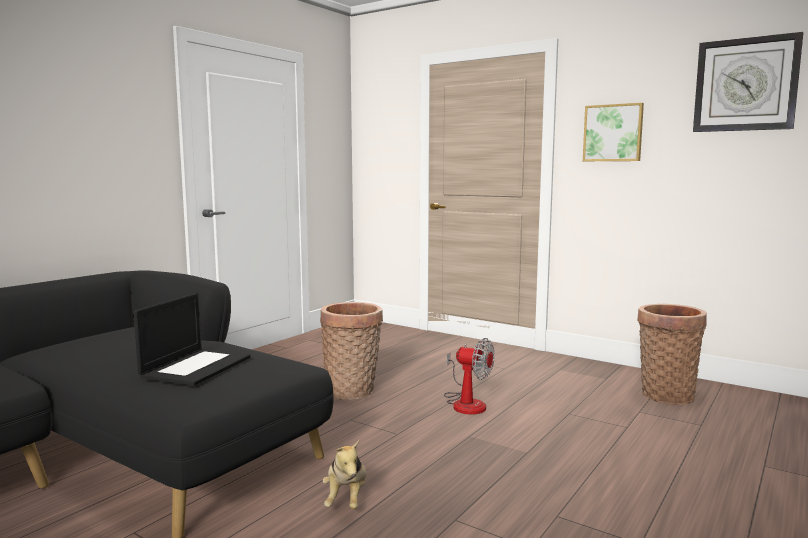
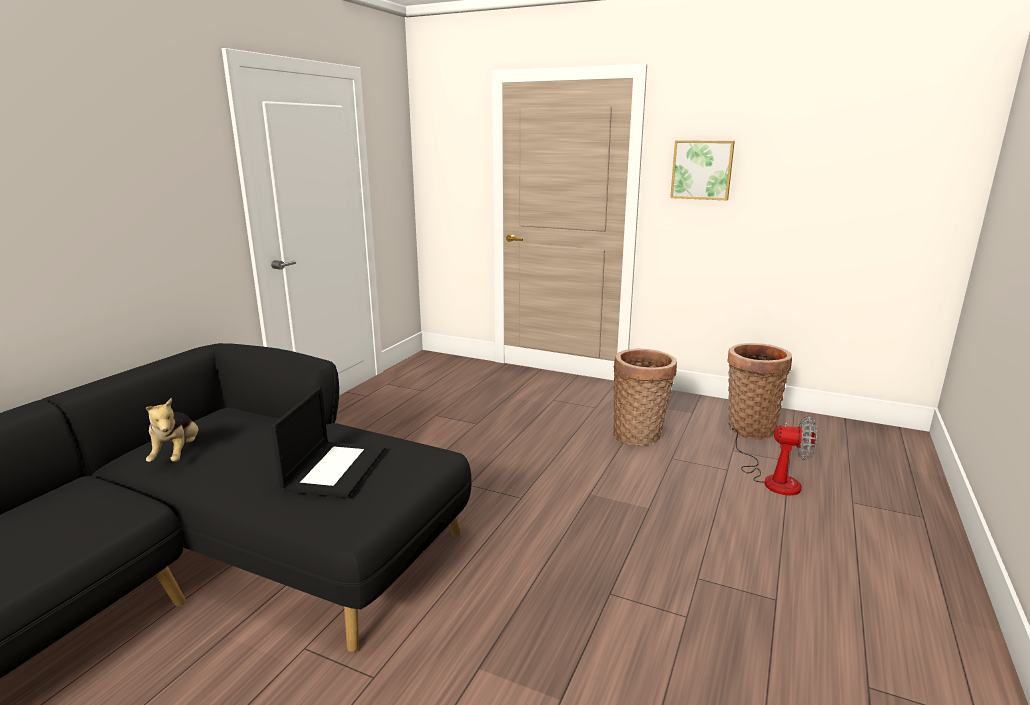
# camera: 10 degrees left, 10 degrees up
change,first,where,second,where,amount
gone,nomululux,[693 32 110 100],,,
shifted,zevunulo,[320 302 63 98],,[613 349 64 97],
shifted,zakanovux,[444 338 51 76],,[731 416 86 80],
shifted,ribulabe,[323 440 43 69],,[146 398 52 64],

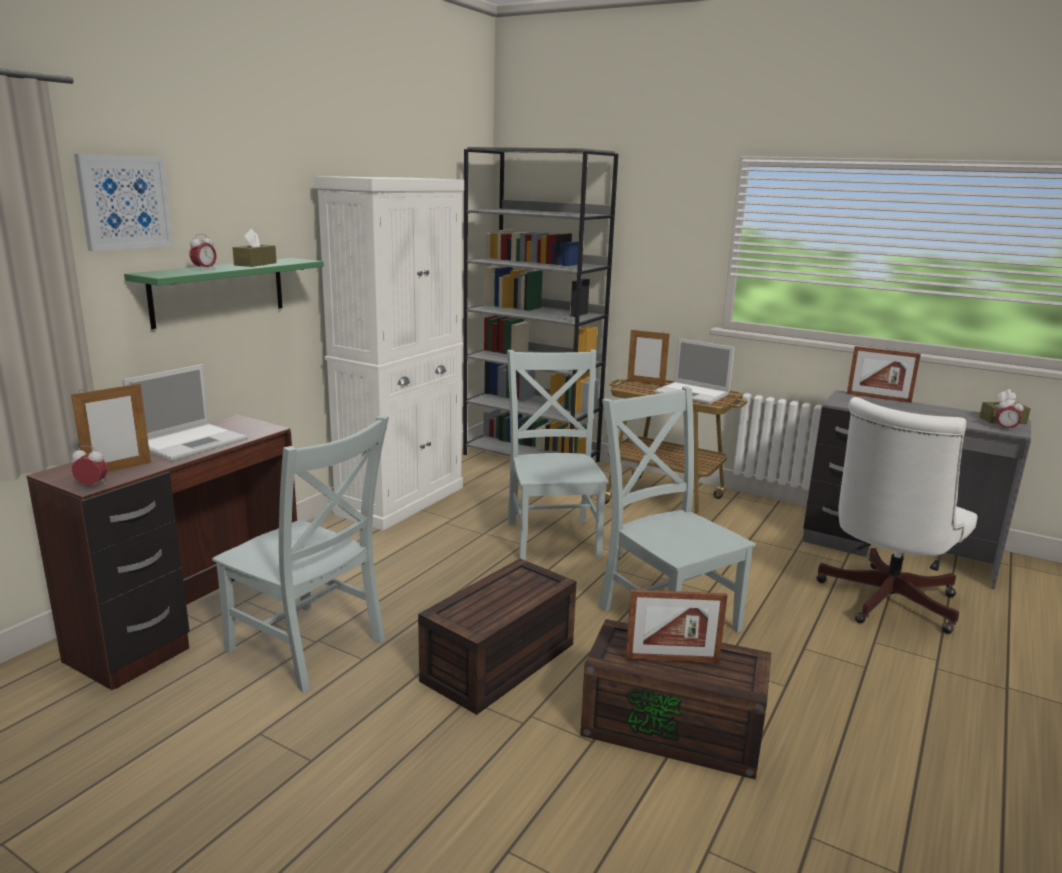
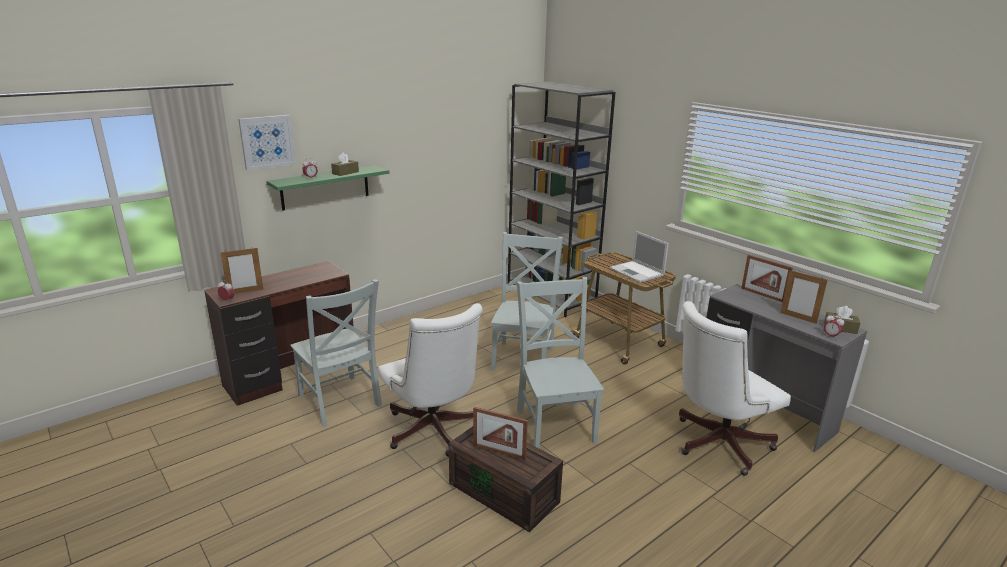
# camera: 20 degrees right, 5 degrees up
change,first,where,second,where,amount
gone,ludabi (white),[314 176 150 354],,,
shifted,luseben,[627 330 43 55],,[780 270 47 54],
gone,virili,[122 364 126 97],,,
swapped,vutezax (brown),[418 559 159 156],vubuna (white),[378 303 105 154],

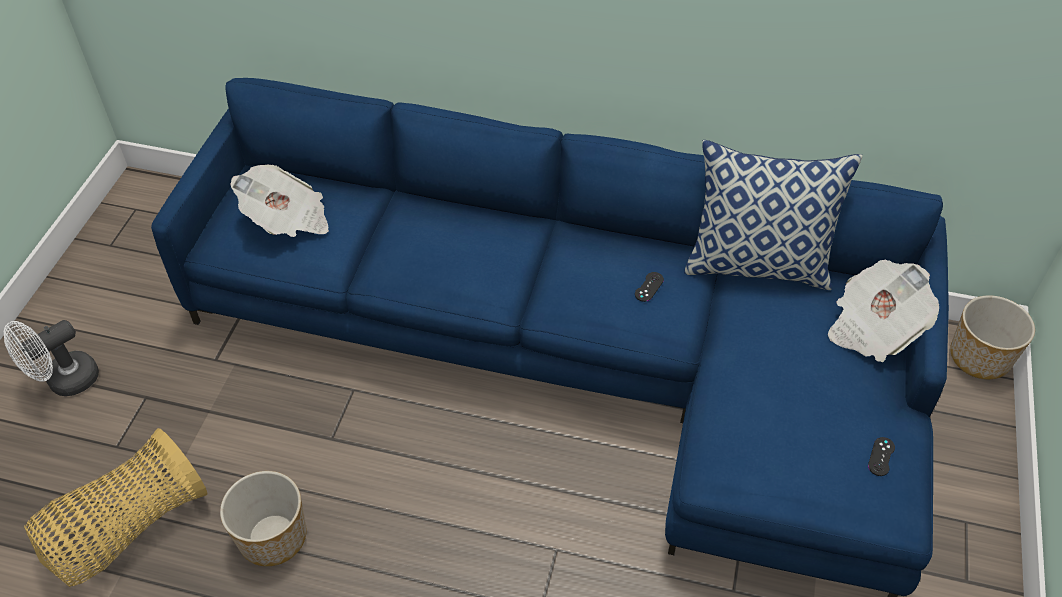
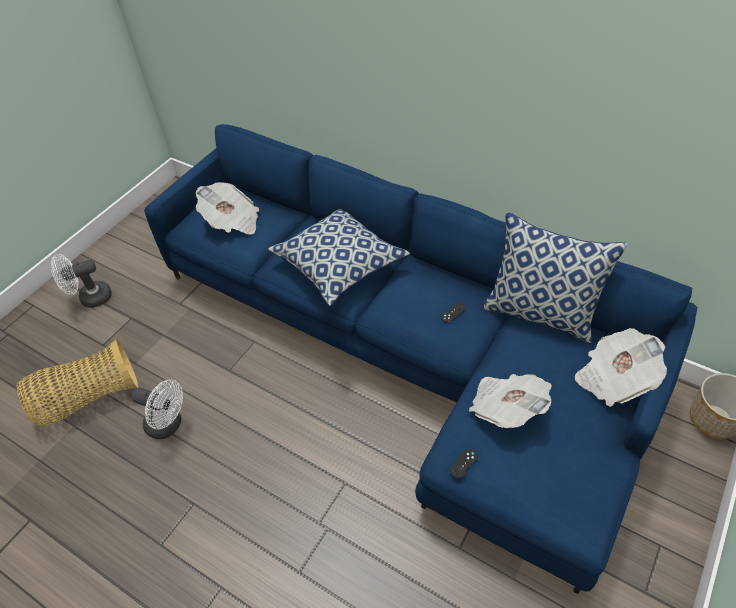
# camera: 20 degrees right, 0 degrees up
change,first,where,second,where,amount
shifted,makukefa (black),[868 437 27 39],,[450 449 28 29],
swapped,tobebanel,[220 471 87 95],zakanovux (white),[132 379 51 60],
new,,,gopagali,[267 209 143 97],
new,,,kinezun,[469 374 83 54],

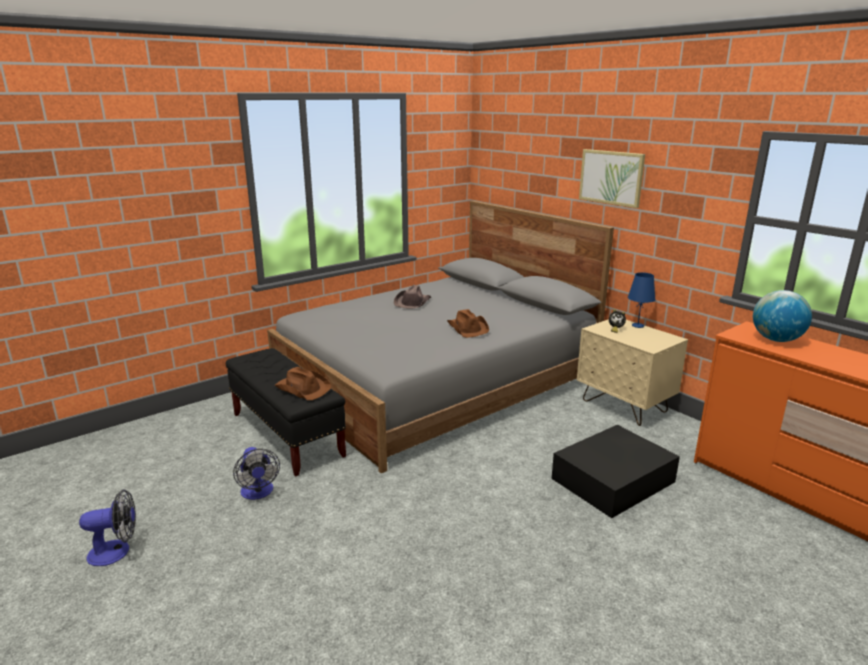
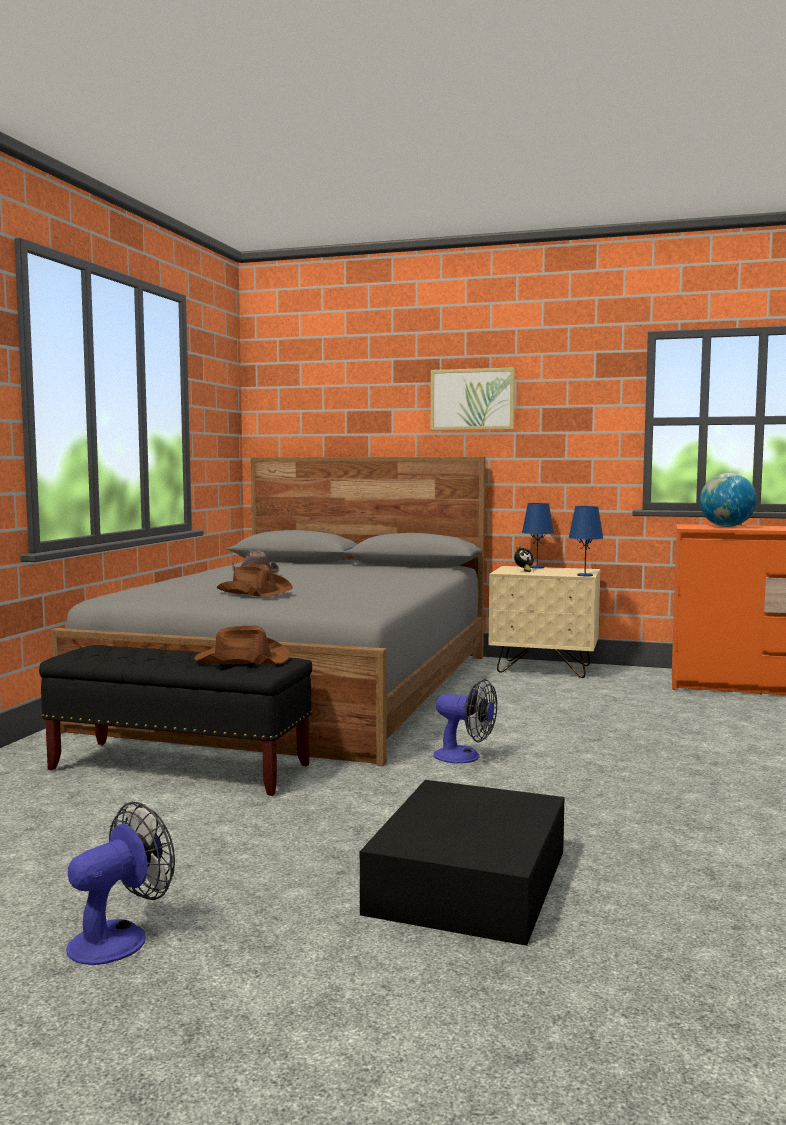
# camera: 35 degrees left, 15 degrees down
change,first,where,second,where,amount
shifted,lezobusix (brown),[447 309 42 29],,[217 564 76 33],
shifted,vutezax (black),[552 425 128 93],,[360 780 204 166],
shifted,zakanovux,[233 447 47 53],,[433 679 64 84],
new,,,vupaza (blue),[568 506 36 70],

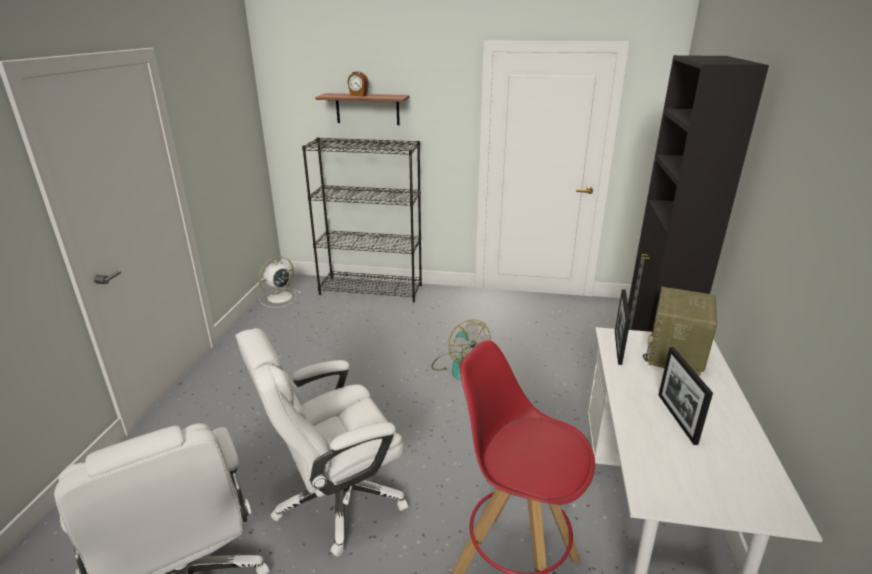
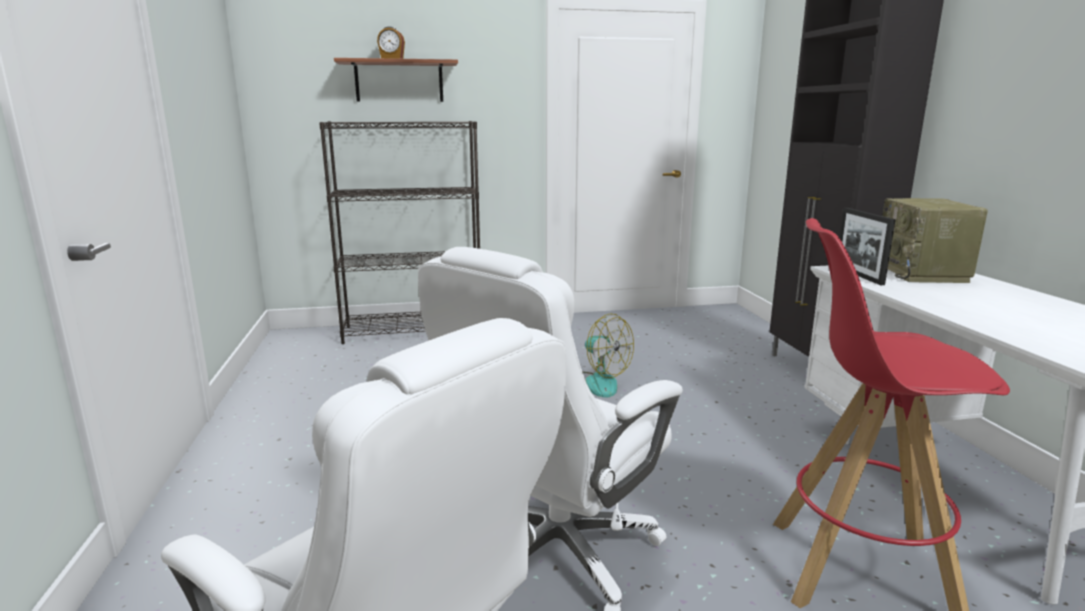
# camera: 20 degrees left, 10 degrees down
change,first,where,second,where,amount
gone,zakanovux (white),[258 256 43 52],,,
gone,luseben,[659 347 54 98],,,

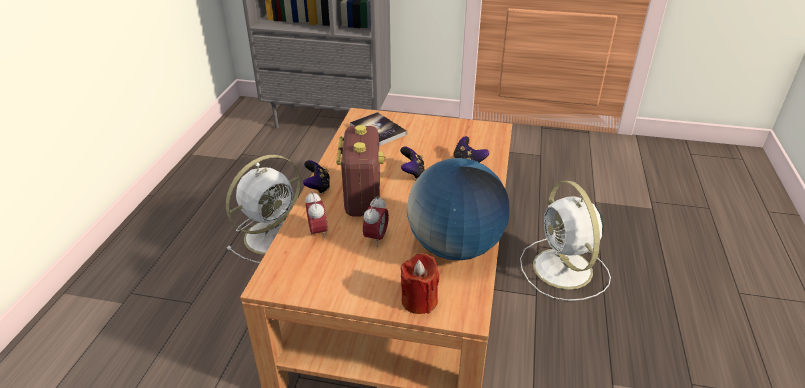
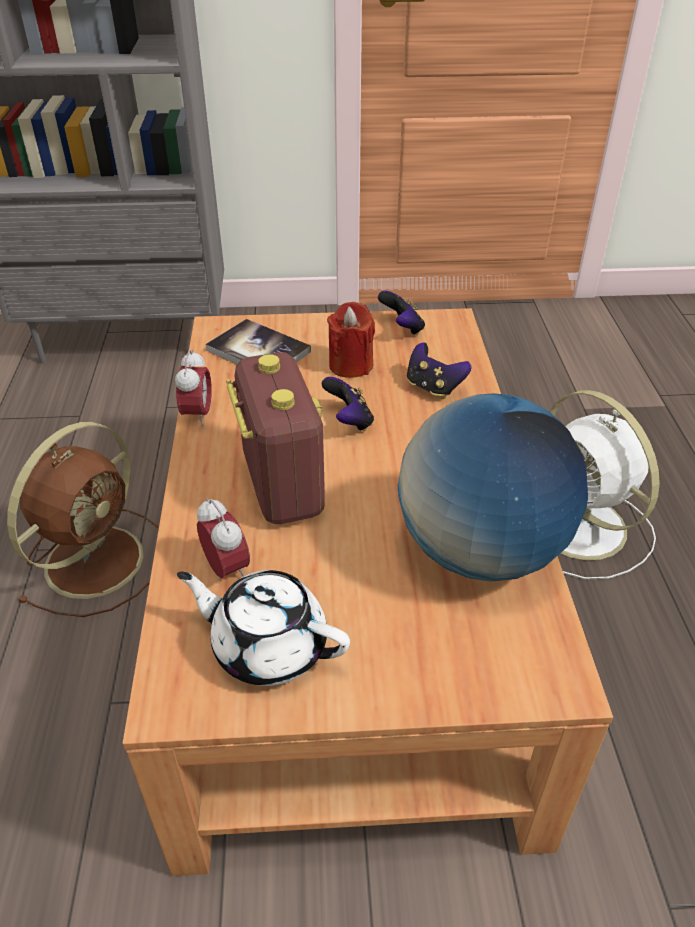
# camera: 15 degrees left, 5 degrees up
change,first,where,second,where,amount
repainted,zakanovux (white),[226 155 75 108],zakanovux (brown),[7 422 152 195],
shifted,makukefa,[303 160 27 34],,[378 291 47 44],
shifted,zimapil,[363 196 26 51],,[175 349 37 77],
shifted,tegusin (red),[401 253 38 61],,[327 302 48 76],
new,,,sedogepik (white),[177 570 173 116],

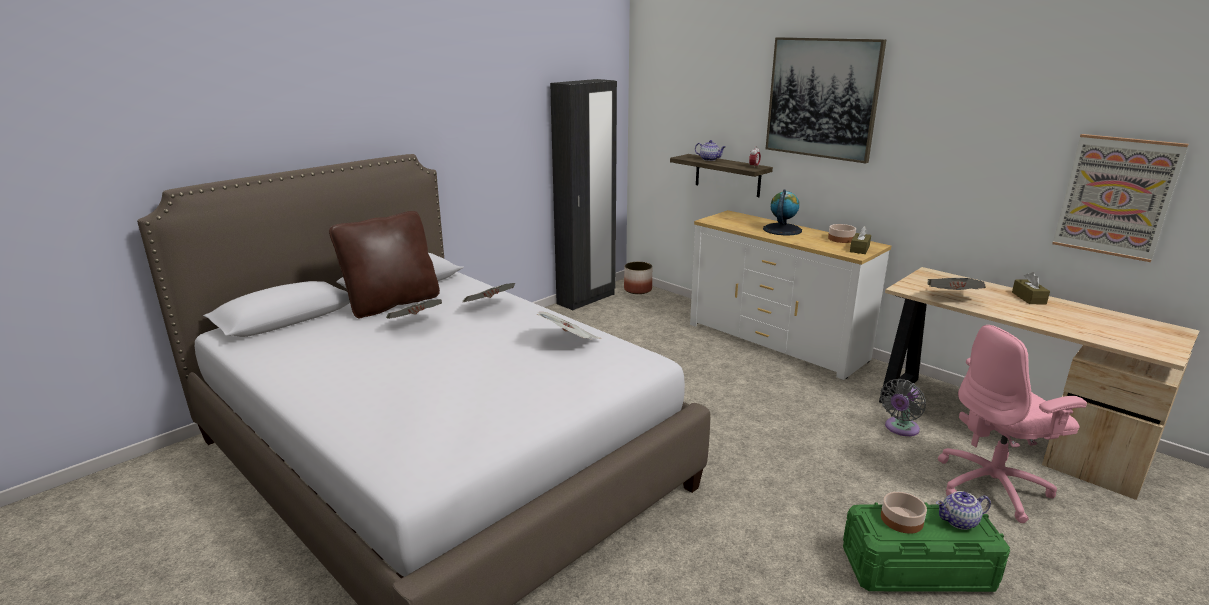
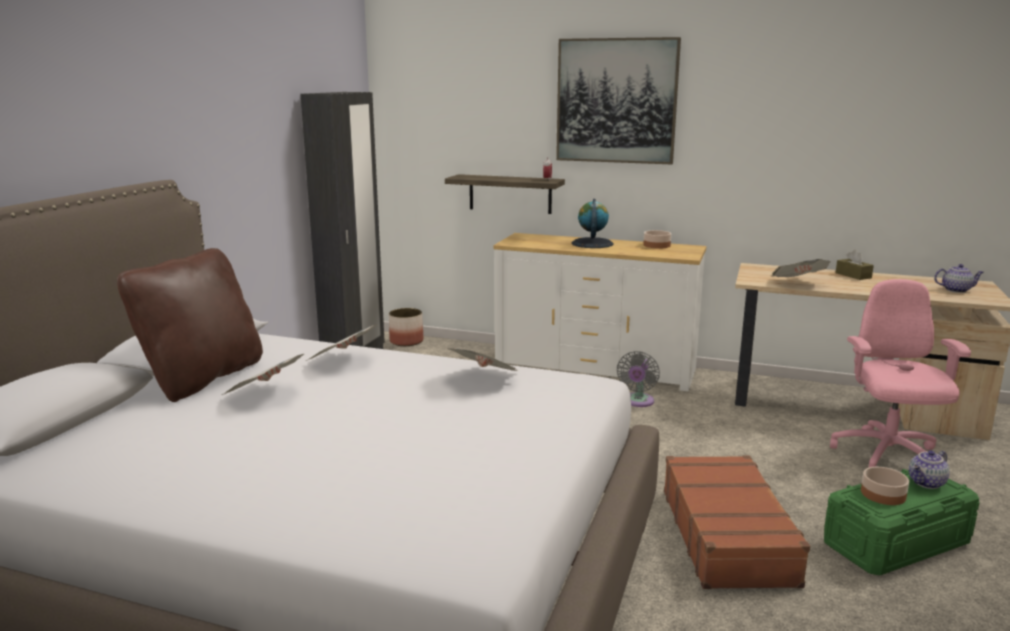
# camera: 25 degrees left, 5 degrees down
change,first,where,second,where,amount
gone,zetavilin,[1052 134 137 128],,,
shifted,sedogepik,[695 140 31 21],,[934 264 50 29],
gone,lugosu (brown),[850 226 21 28],,,
rotated,vubuna (pink),[938 325 149 198],,[830 279 141 188],135 degrees clockwise
shifted,zakanovux (grey),[880 379 46 57],,[617 351 43 56],
new,,,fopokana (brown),[664 455 146 134],

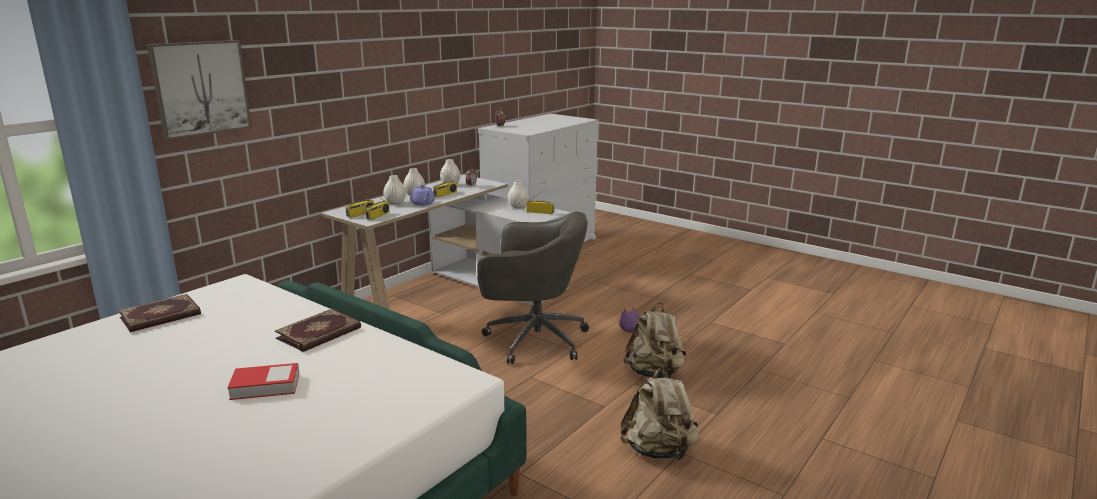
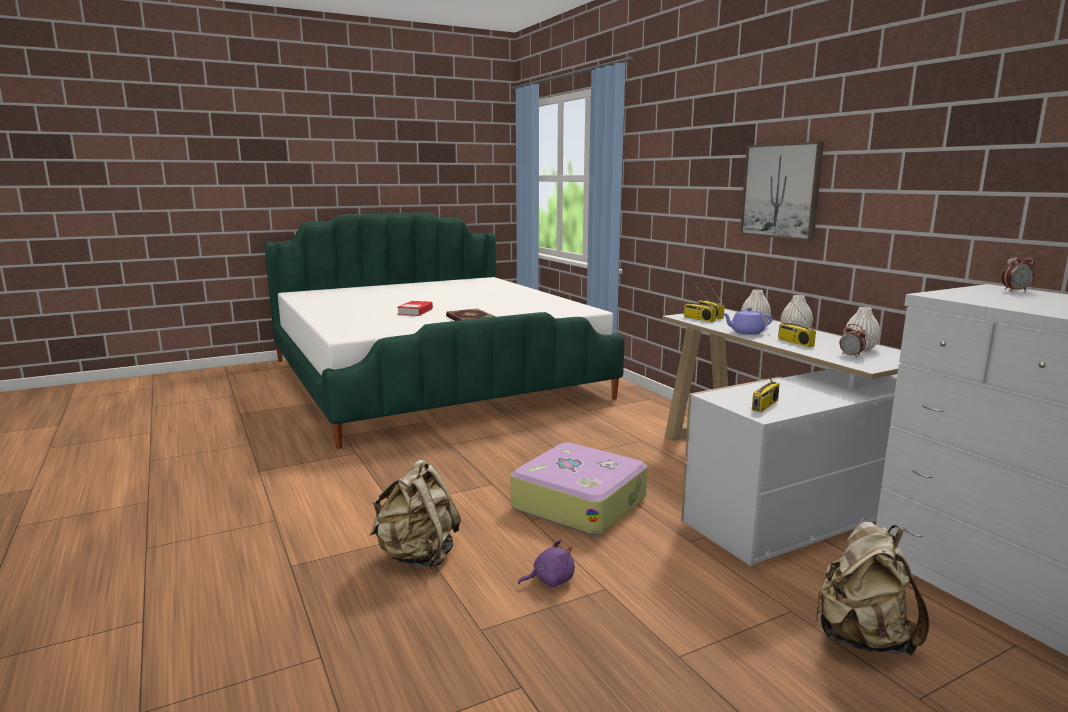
# camera: 115 degrees right, 5 degrees down
change,first,where,second,where,amount
shifted,zetavilin,[147 40 105 100],,[740 141 84 100],
gone,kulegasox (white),[508 181 20 27],,,
swapped,vubuna (grey),[477 211 112 153],fopokana,[511 442 136 93],
gone,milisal,[118 294 83 38],,,
shifted,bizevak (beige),[621 367 78 94],,[814 522 116 133],

